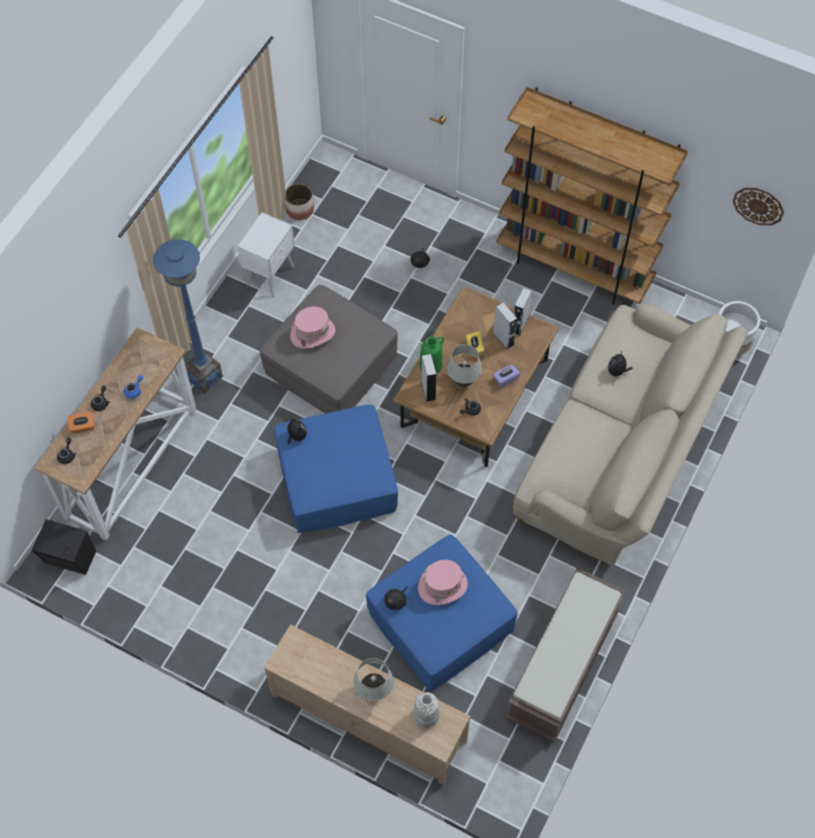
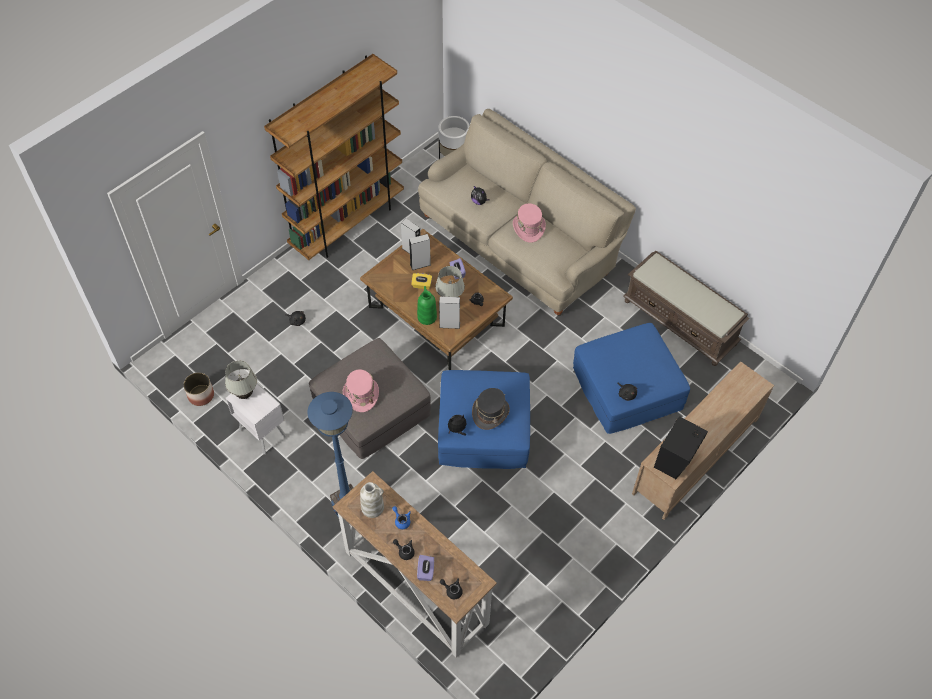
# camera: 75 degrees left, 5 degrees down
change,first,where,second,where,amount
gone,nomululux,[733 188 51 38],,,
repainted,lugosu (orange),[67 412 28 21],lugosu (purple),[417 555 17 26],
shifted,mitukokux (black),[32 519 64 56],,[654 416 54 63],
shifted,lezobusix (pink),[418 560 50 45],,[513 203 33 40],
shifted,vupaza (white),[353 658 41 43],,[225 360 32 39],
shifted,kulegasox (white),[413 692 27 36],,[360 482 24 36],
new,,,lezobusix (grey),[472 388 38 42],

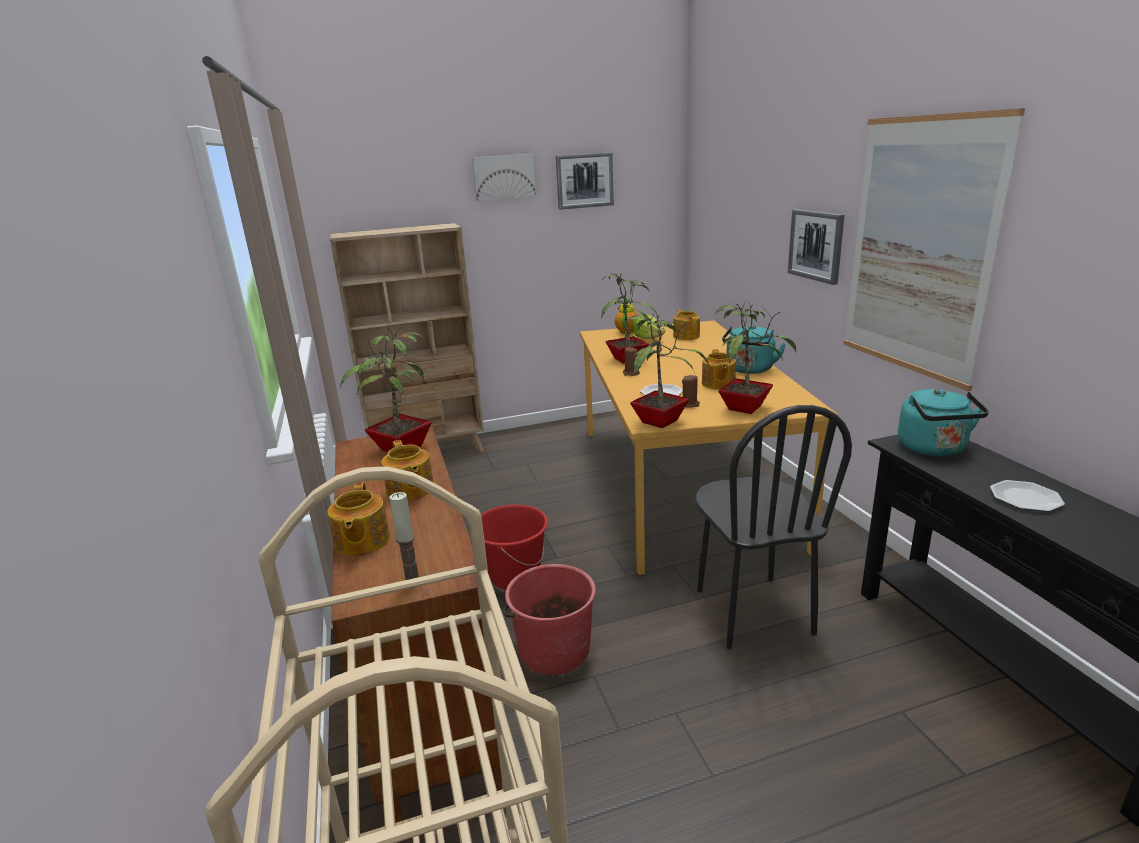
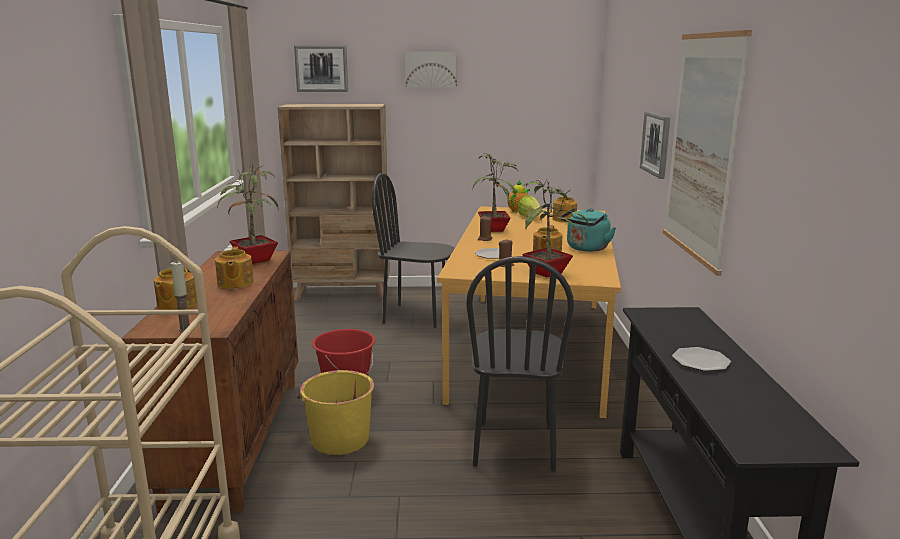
# camera: 15 degrees right, 5 degrees down
change,first,where,second,where,amount
shifted,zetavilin,[556 152 58 58],,[294 45 54 47],
gone,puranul,[625 311 84 117],,,
gone,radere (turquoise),[898 389 91 67],,,
repainted,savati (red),[503 564 93 111],savati (yellow),[297 370 77 85],
new,,,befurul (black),[372 173 83 155],

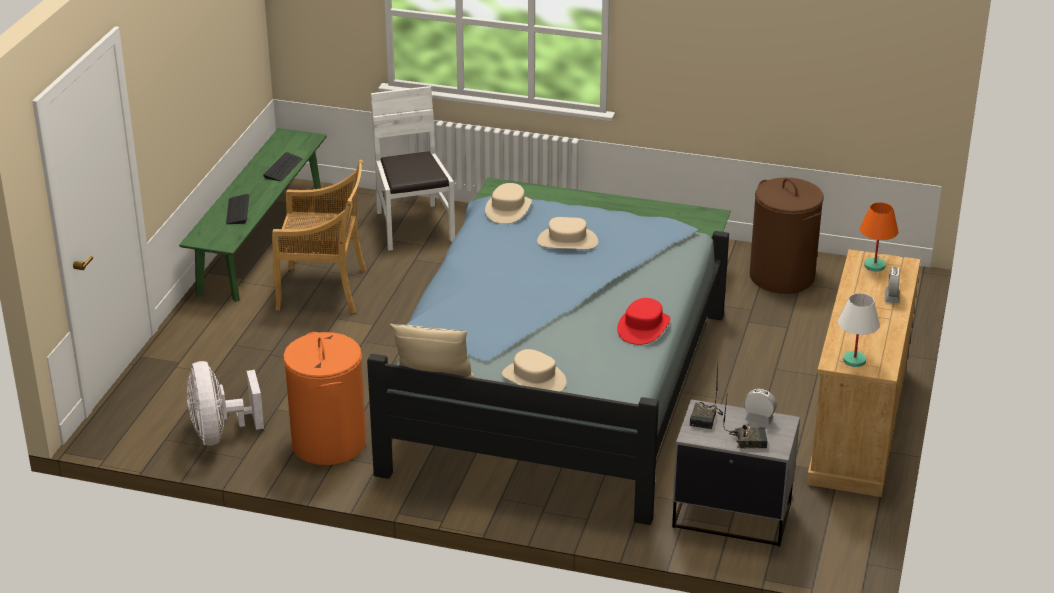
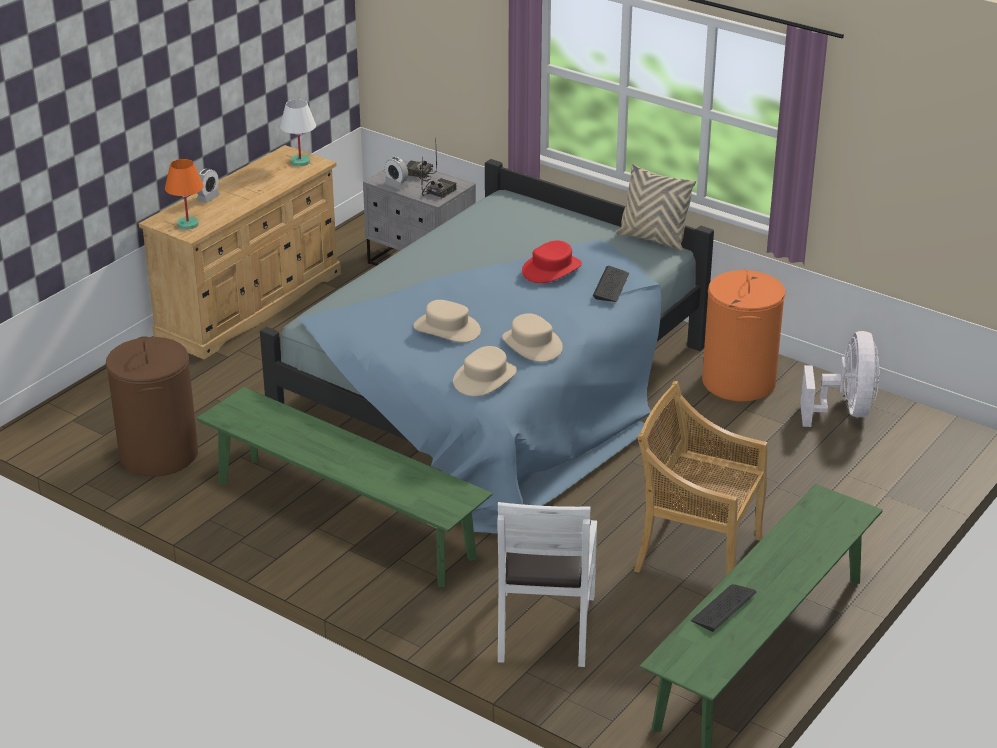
# camera: 160 degrees left, 0 degrees up
change,first,where,second,where,amount
shifted,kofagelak,[226 194 23 30],,[593 266 36 36],
shifted,lezobusix (red),[617 298 53 47],,[522 240 60 43],
shifted,lezobusix (beige),[502 349 64 43],,[502 313 61 49],

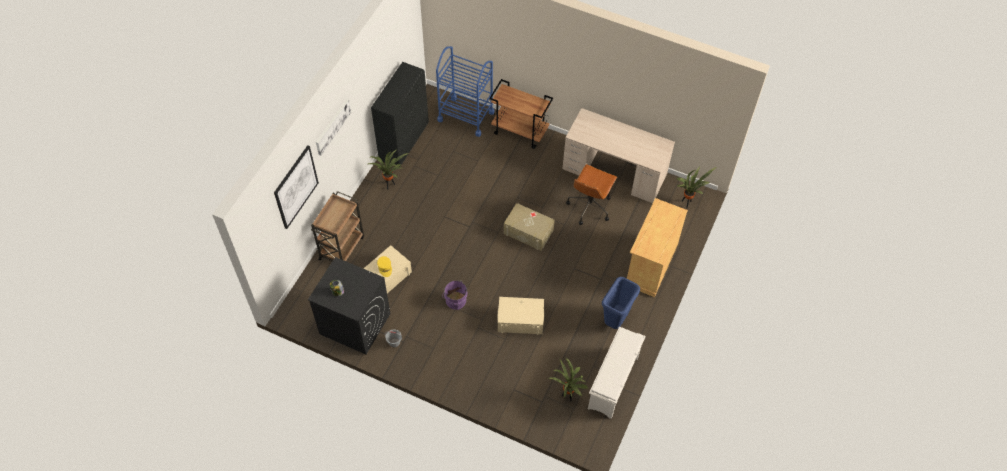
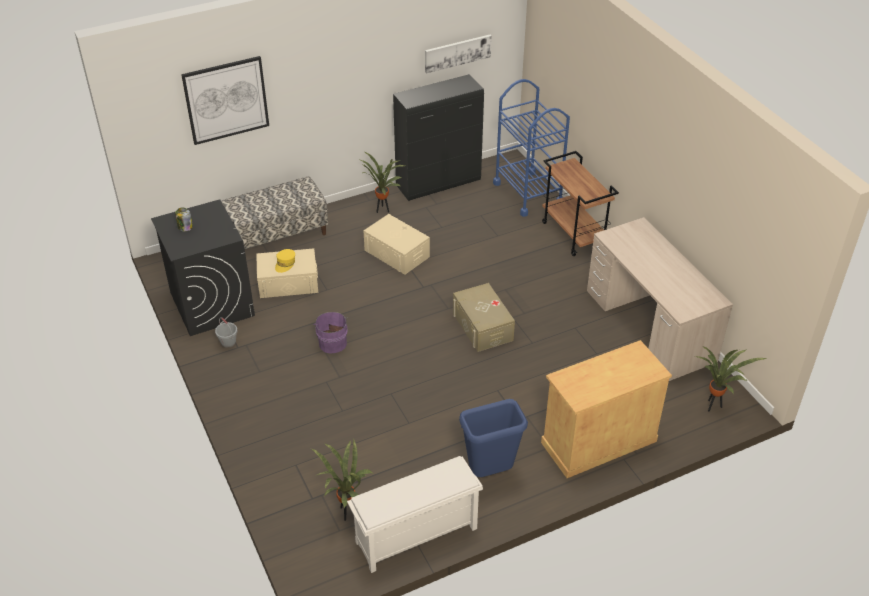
# camera: 40 degrees right, 15 degrees down
change,first,where,second,where,amount
shifted,zetavilin,[316 99 35 57],,[425 35 67 39],
gone,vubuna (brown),[566 164 51 61],,,
swapped,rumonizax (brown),[311 191 53 70],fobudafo,[221 177 107 72],
shifted,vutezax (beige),[497 297 47 38],,[363 214 67 61],

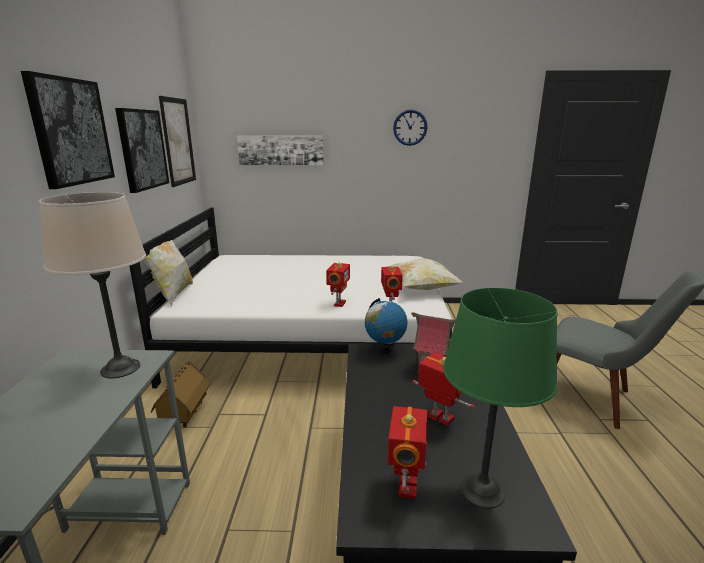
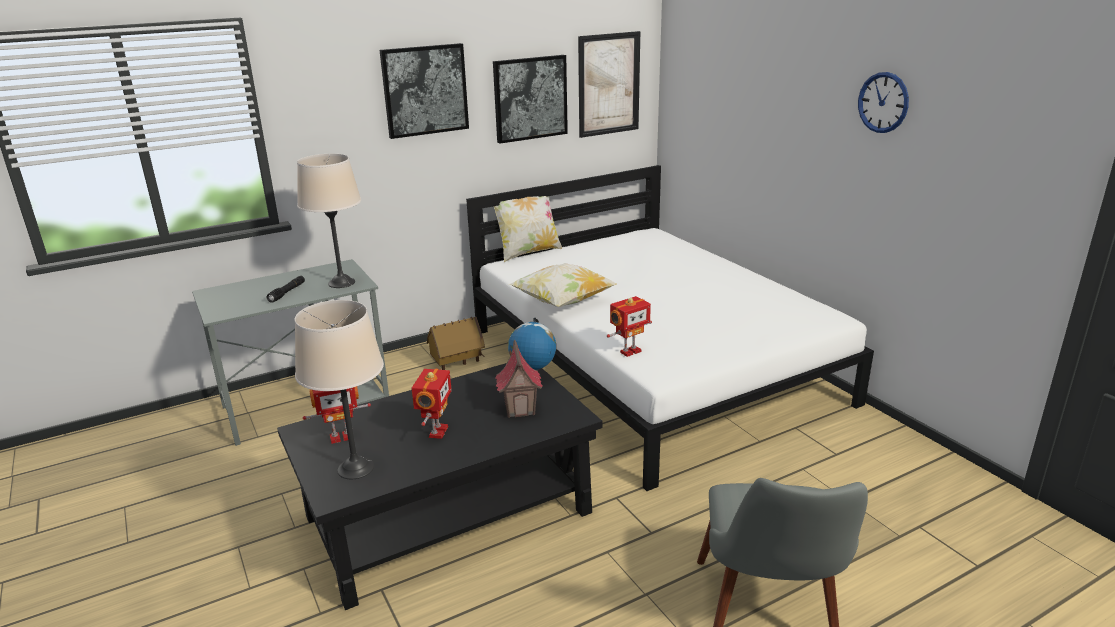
# camera: 60 degrees right, 5 degrees up
change,first,where,second,where,amount
gone,zetavilin,[237 135 87 30],,,
shifted,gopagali,[388 258 76 32],,[508 263 109 44],
gone,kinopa,[326 262 24 45],,,
repainted,vupaza (green),[443 288 115 221],vupaza (beige),[295 300 89 179],
new,,,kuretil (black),[266 276 39 27],

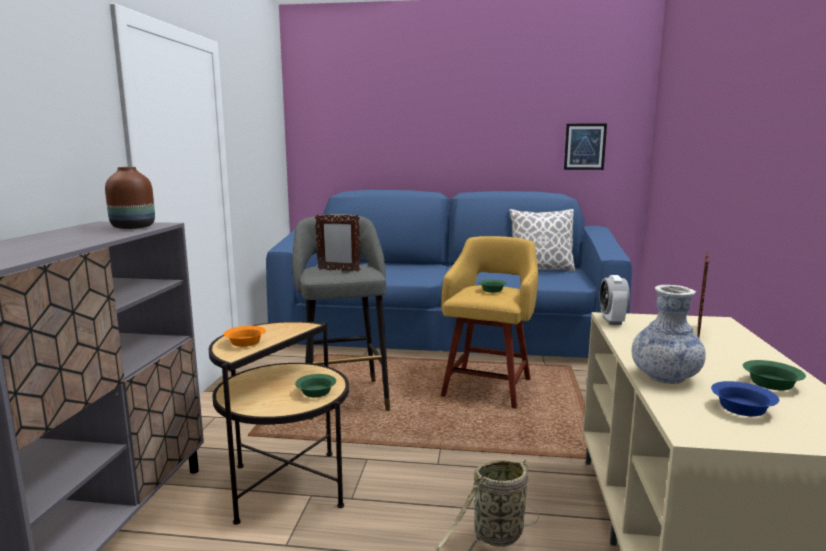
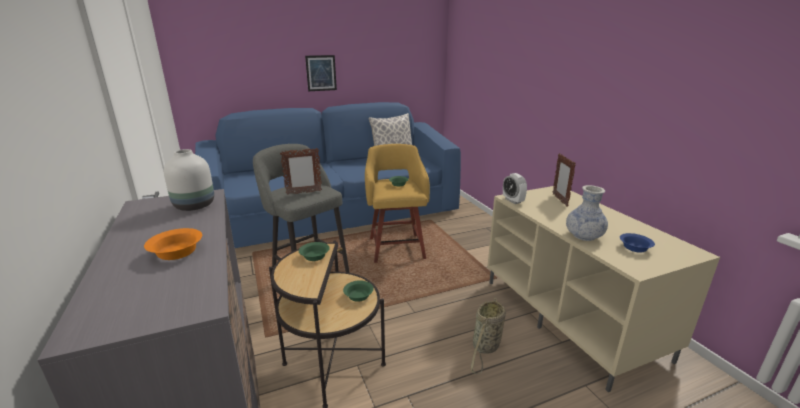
# camera: 30 degrees left, 10 degrees up
change,first,where,second,where,amount
shifted,zetavilin,[564 123 43 47],,[305 55 32 36],
repainted,kulegasox (brown),[105 167 50 62],kulegasox (white),[164 149 50 62],
shifted,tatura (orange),[224 326 42 21],,[144 228 58 32],
shifted,tatura (green),[743 360 63 31],,[299 242 31 19],

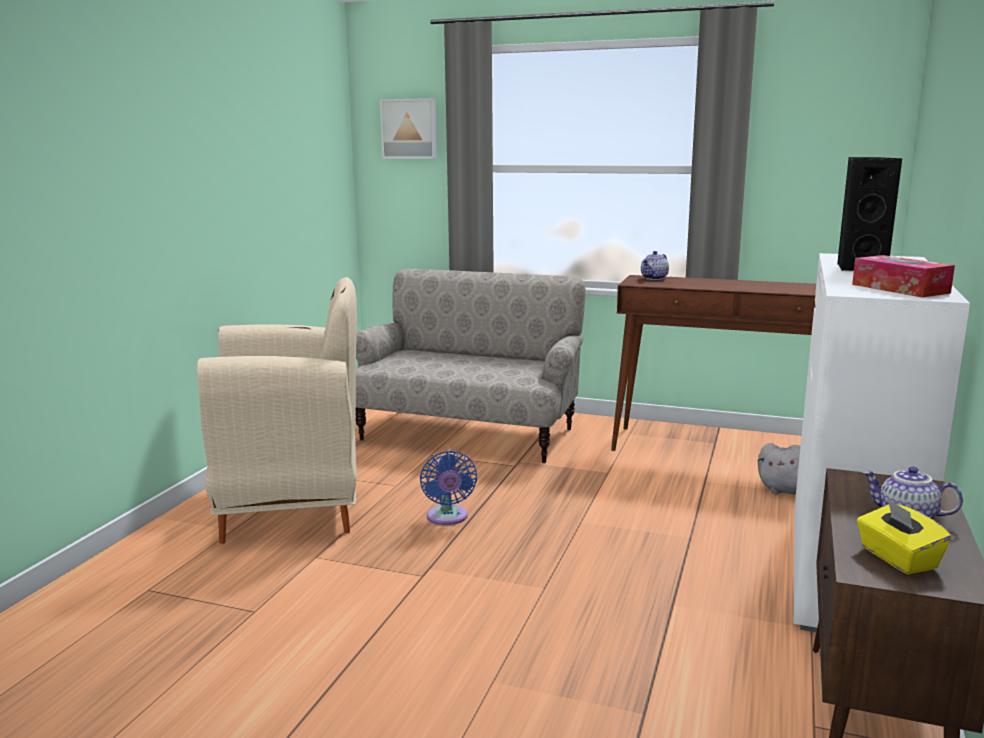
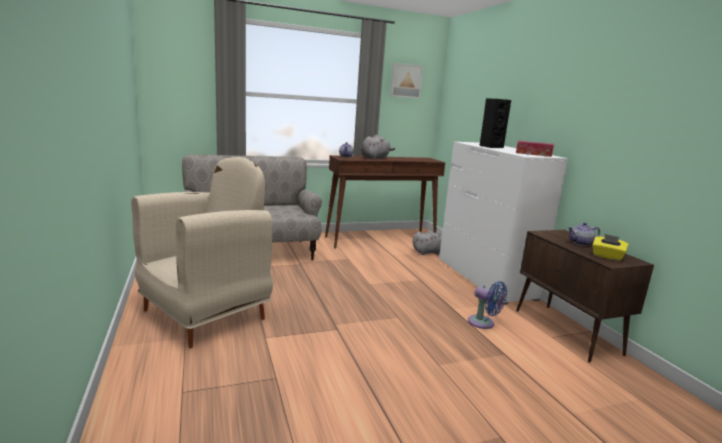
# camera: 40 degrees left, 0 degrees up
change,first,where,second,where,amount
shifted,zetavilin,[380 98 57 61],,[390 63 33 35],
shifted,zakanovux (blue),[420 451 57 74],,[468 281 39 48],
new,,,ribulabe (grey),[361 135 34 25],

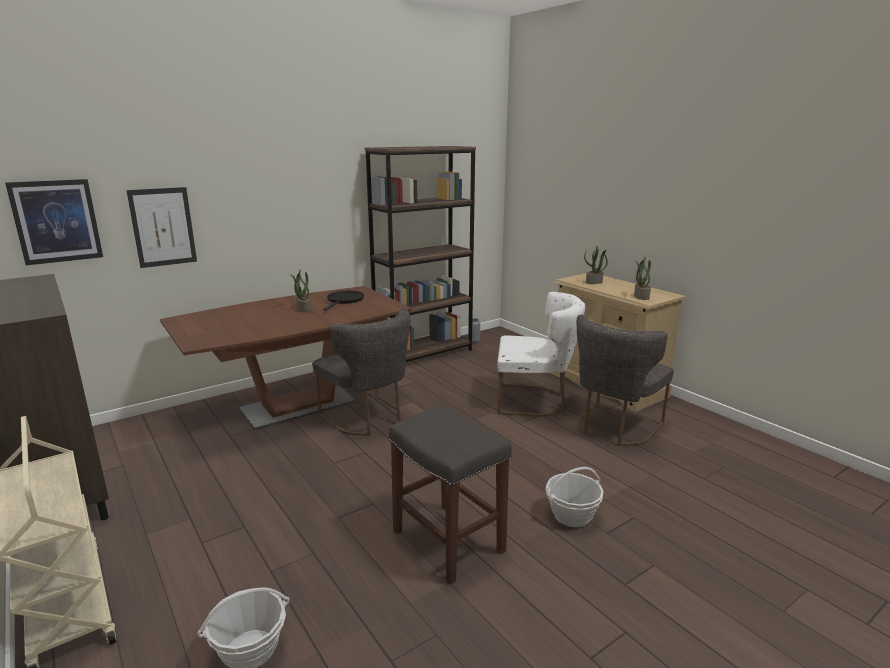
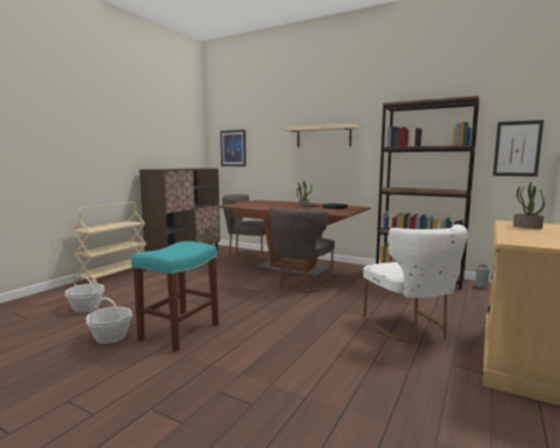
# camera: 65 degrees right, 10 degrees down
change,first,where,second,where,amount
shifted,zetavilin,[126 187 71 81],,[493 120 51 57],
gone,puranul,[634 257 17 43],,,
shifted,befurul (grey),[577 314 97 132],,[222 194 47 69],
repainted,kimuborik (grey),[389 406 123 178],kimuborik (turquoise),[131 241 88 111],
shifted,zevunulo,[545 467 59 60],,[86 297 46 47],
new,,,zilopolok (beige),[283 124 76 23],

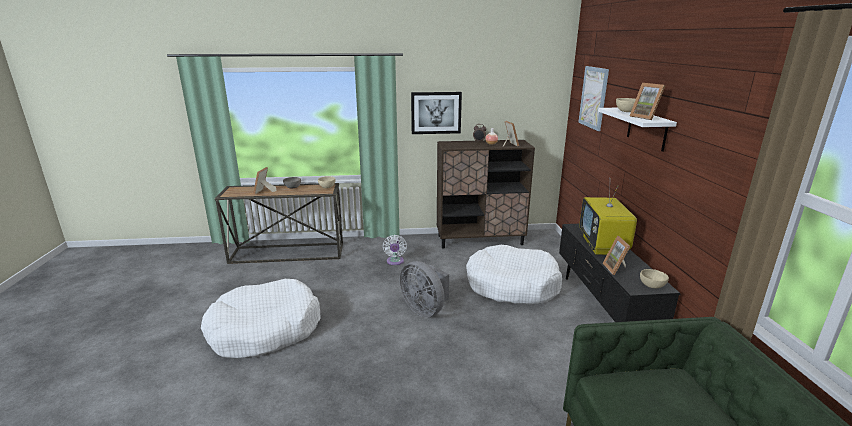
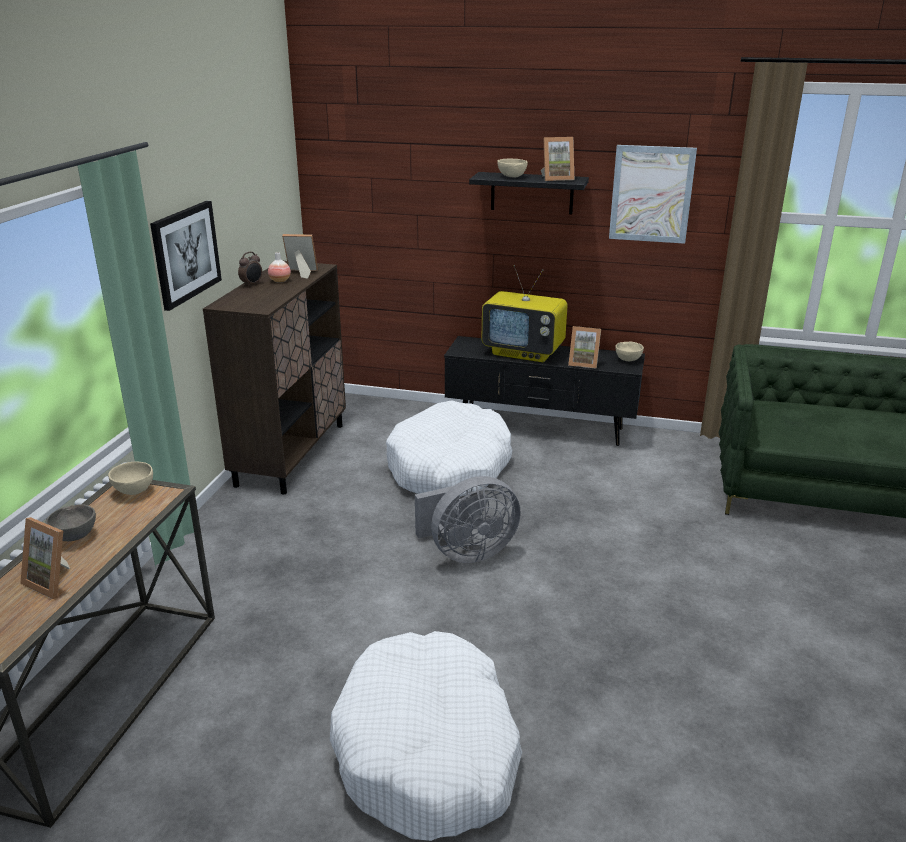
# camera: 70 degrees left, 5 degrees up
change,first,where,second,where,amount
shifted,zetavilin,[578 66 31 65],,[609 145 88 99],
repainted,zilopolok (white),[598 108 79 44],zilopolok (black),[469 172 120 42],
gone,zakanovux (white),[383 235 24 30],,,

